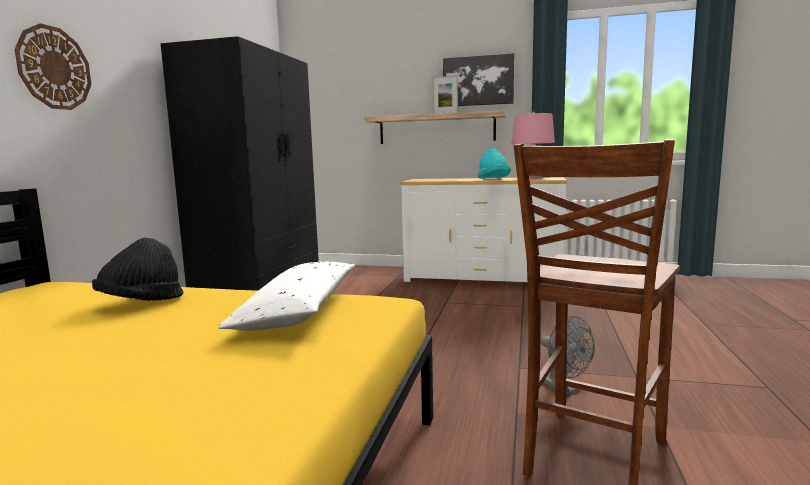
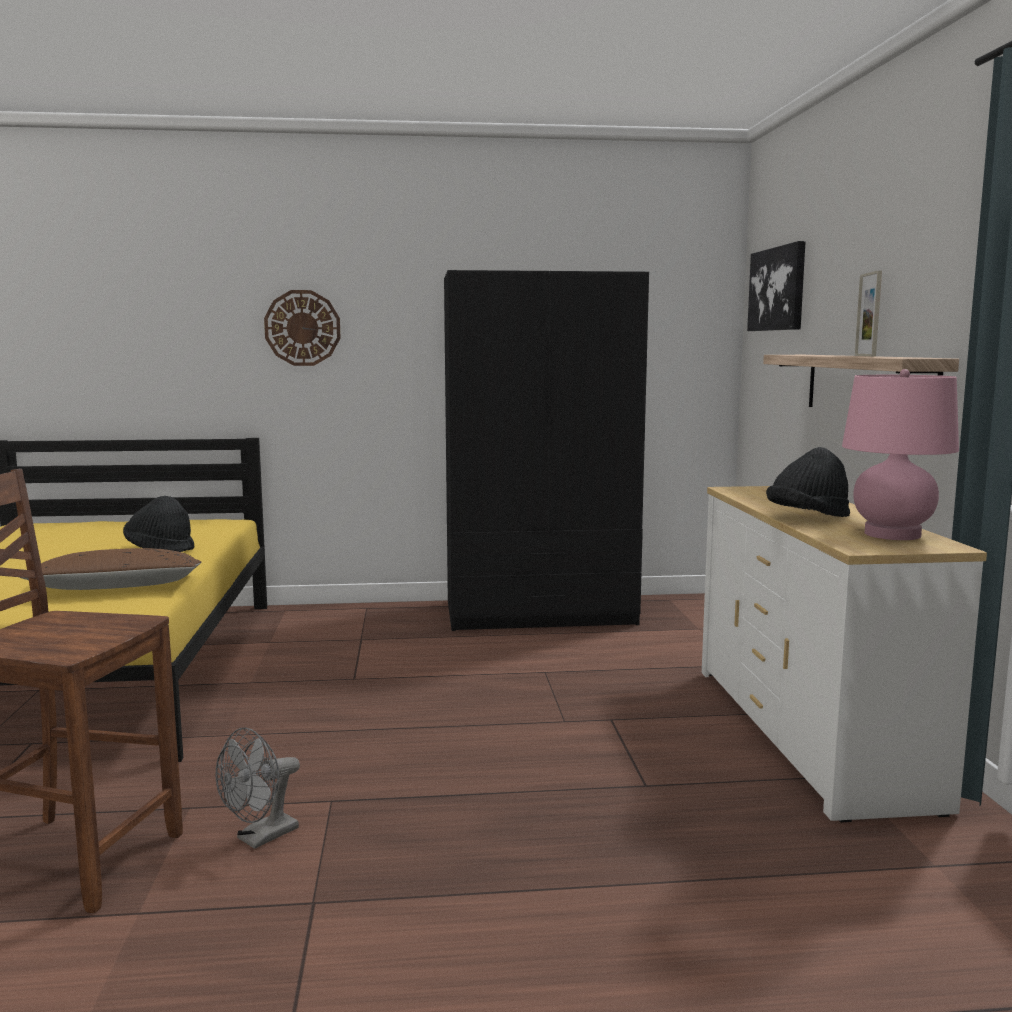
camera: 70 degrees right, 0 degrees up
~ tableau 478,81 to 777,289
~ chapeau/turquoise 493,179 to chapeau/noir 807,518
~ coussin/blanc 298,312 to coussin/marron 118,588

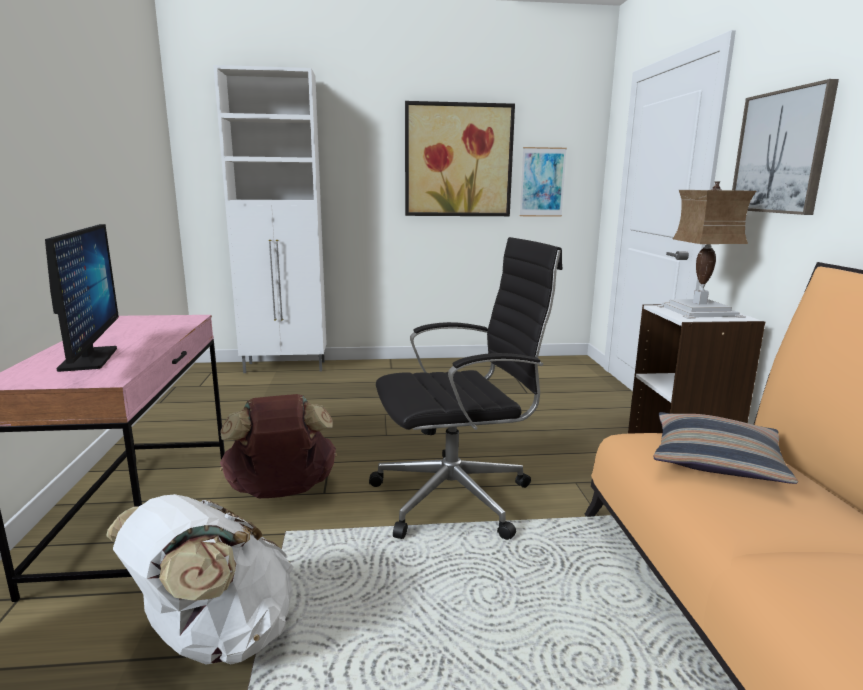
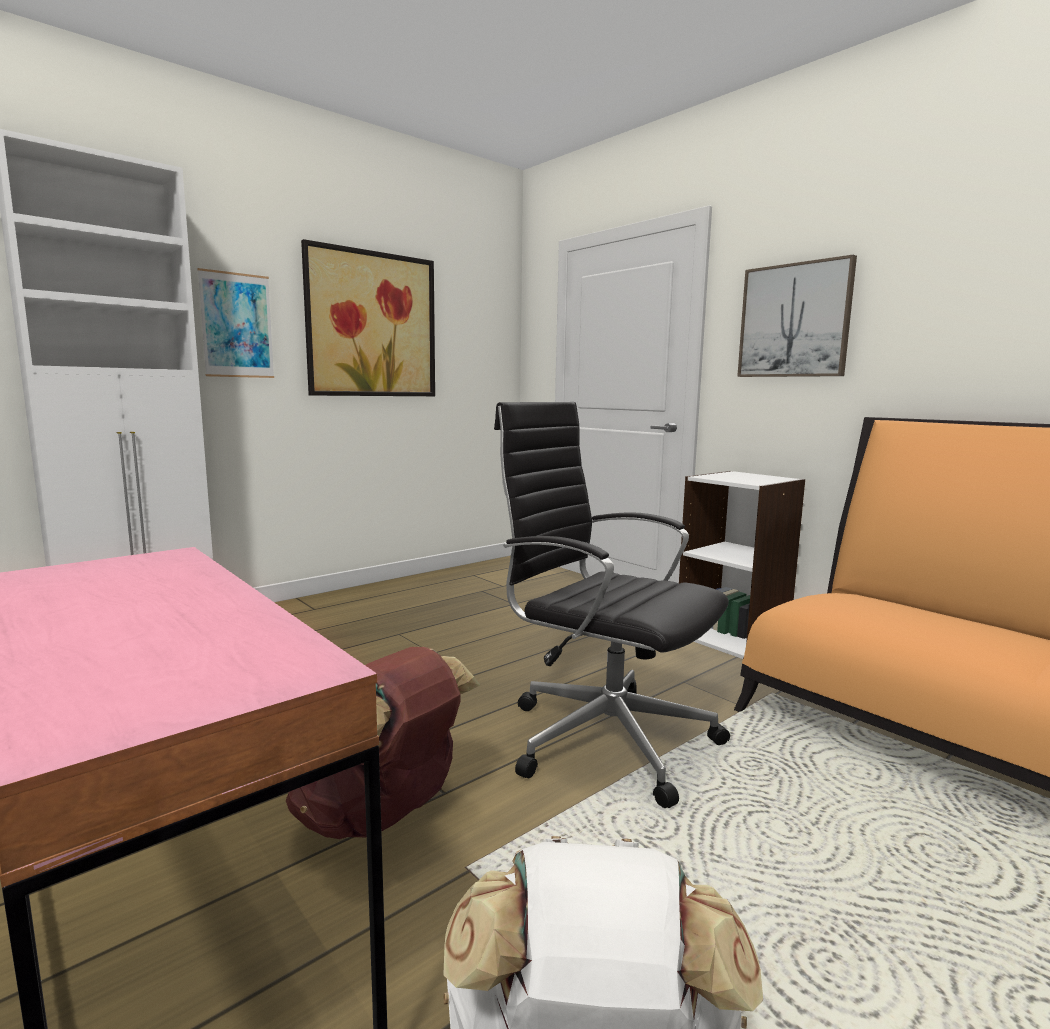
camera: 35 degrees left, 5 degrees down
~ tableau 542,182 to 237,325
- lampe de table 696,311
- écran d'ordinateur 88,359
~ chaise de bureau/noir 457,497 = 604,737 90 degrees counterclockwise
- coussin 716,460

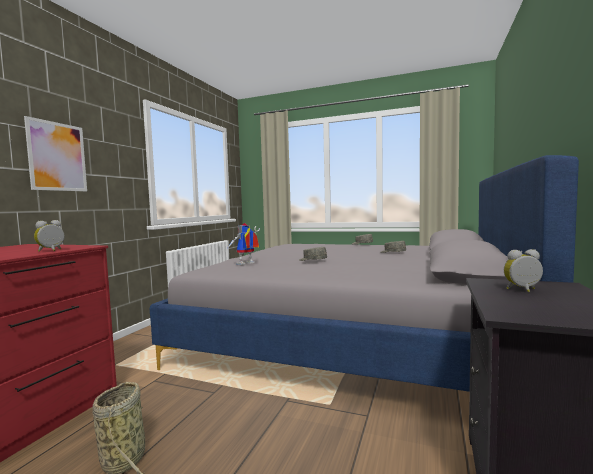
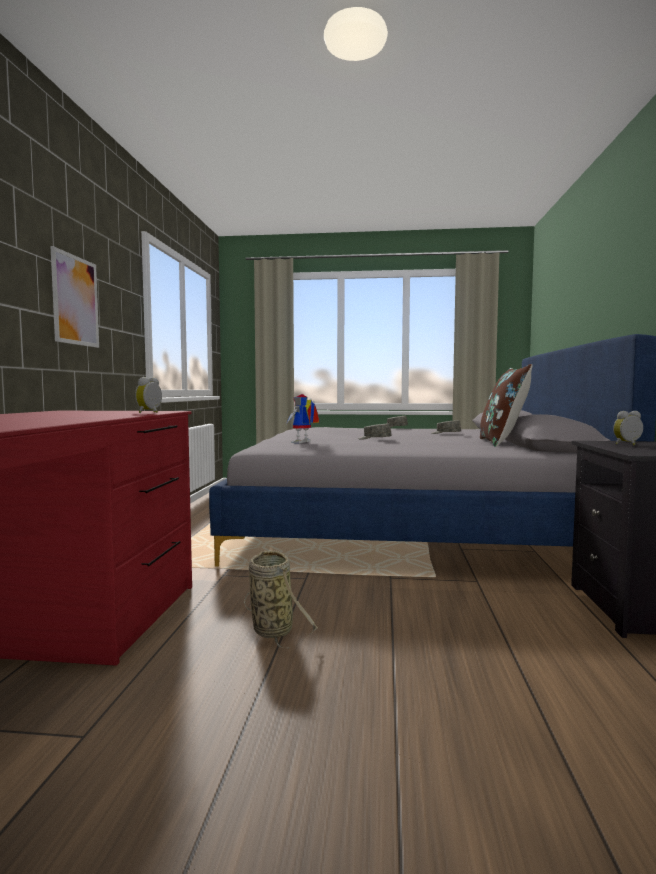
camera: 15 degrees left, 0 degrees up
+ coussin/marron 502,443

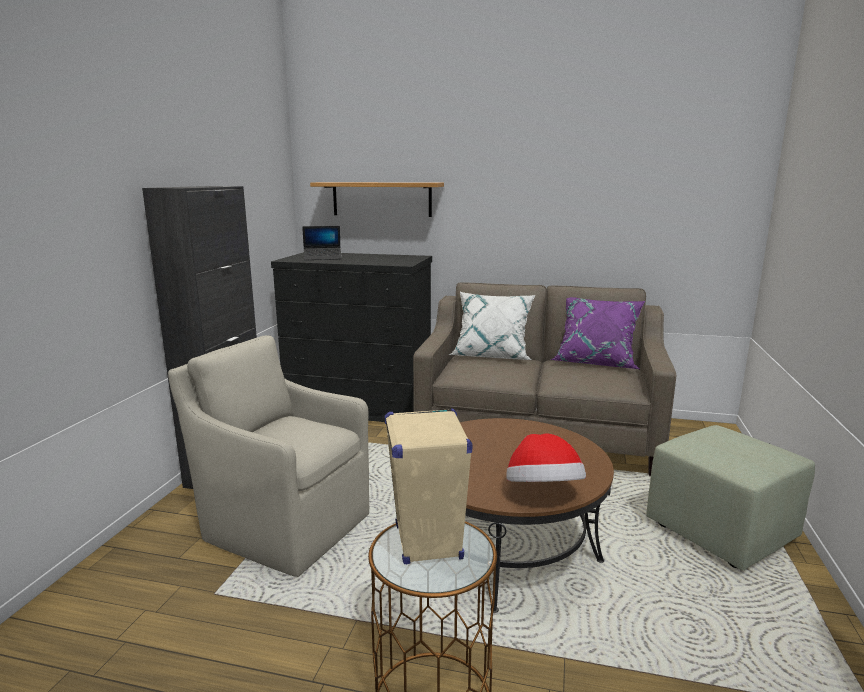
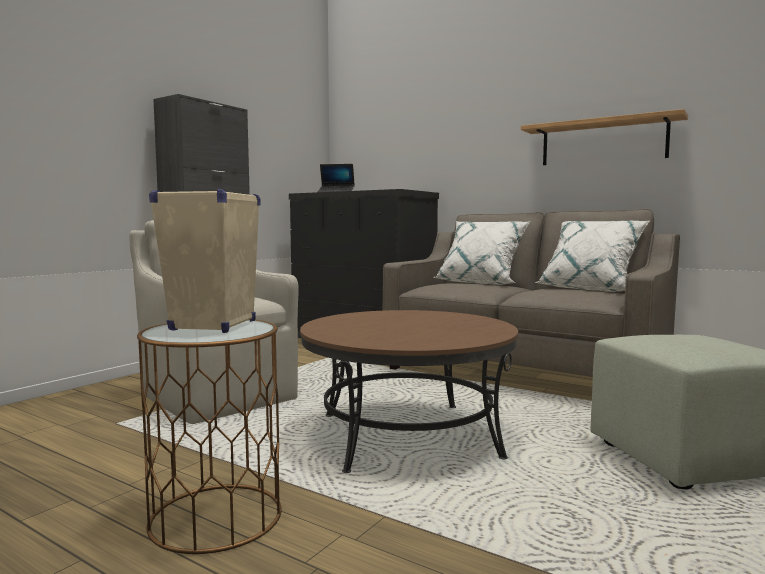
camera: 20 degrees right, 10 degrees down
~ étagère 381,199 to 603,142
~ coussin/violet 596,362 to coussin/blanc 590,289
- chapeau 543,492

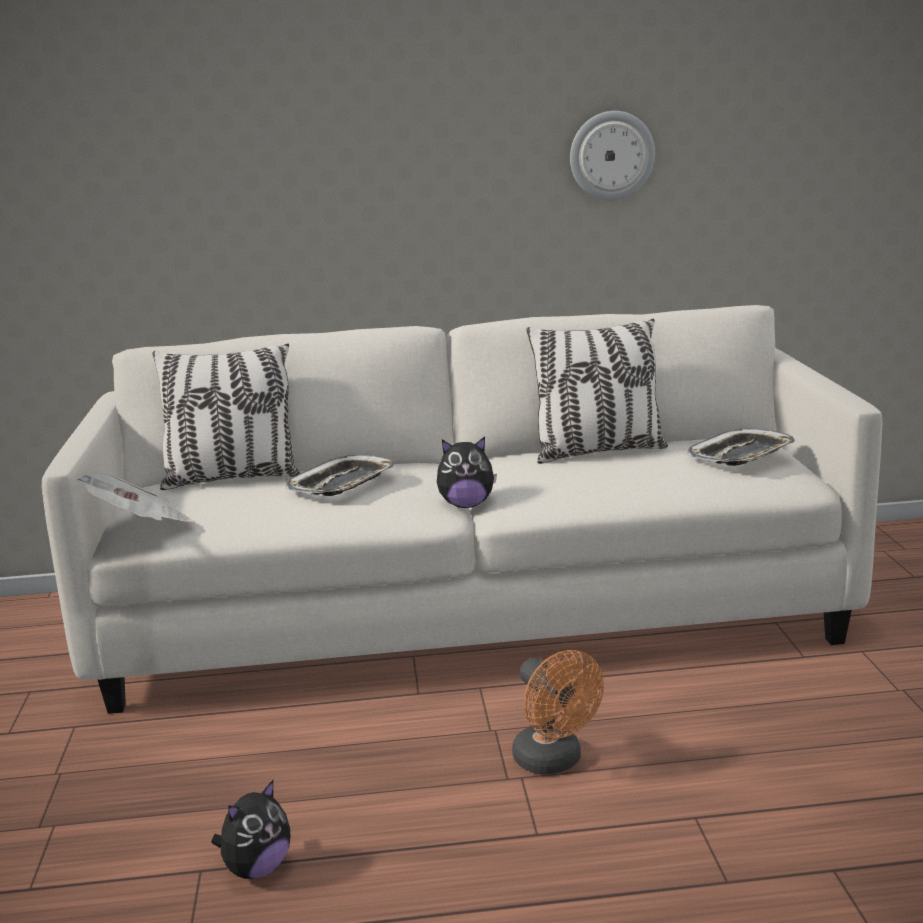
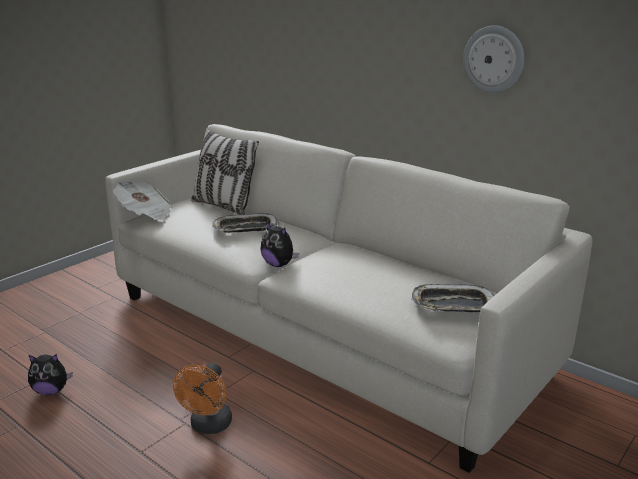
camera: 45 degrees right, 5 degrees up
- coussin 598,452

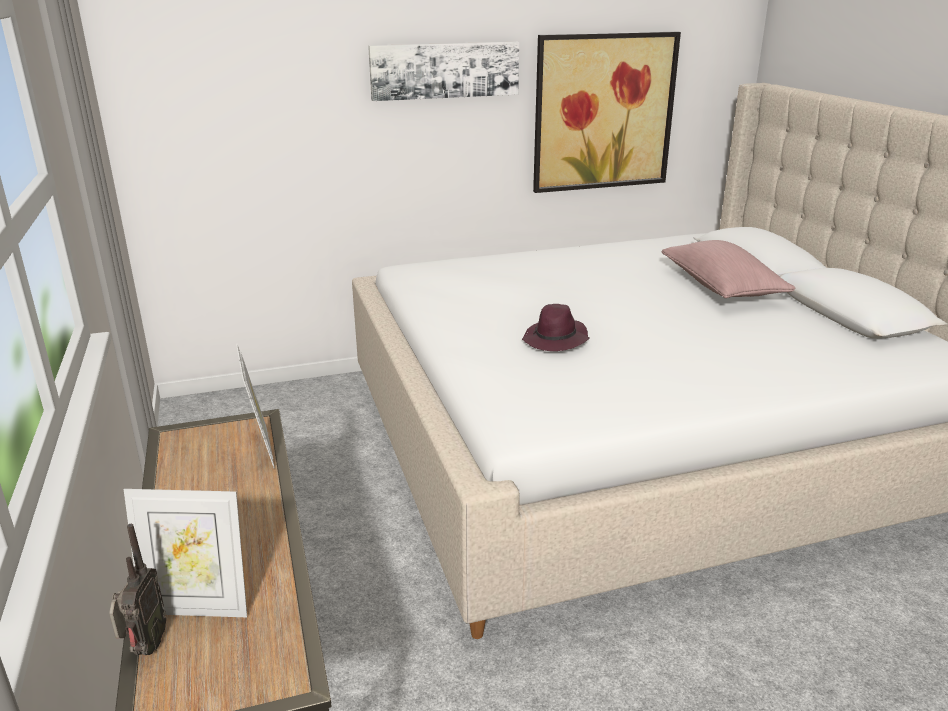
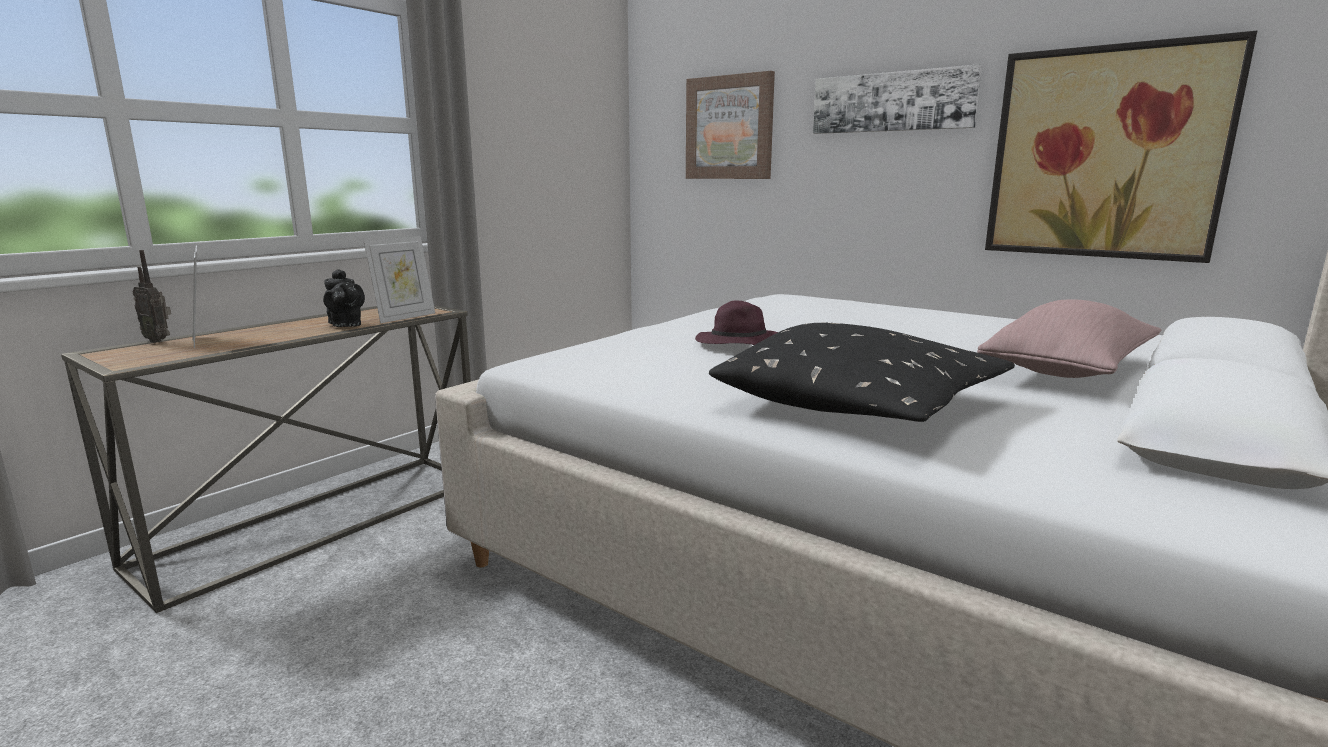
camera: 55 degrees right, 10 degrees down
~ radio 145,648 = 159,340 60 degrees clockwise
+ tableau 729,128
+ théière/noir 346,325
+ coussin/noir 862,404

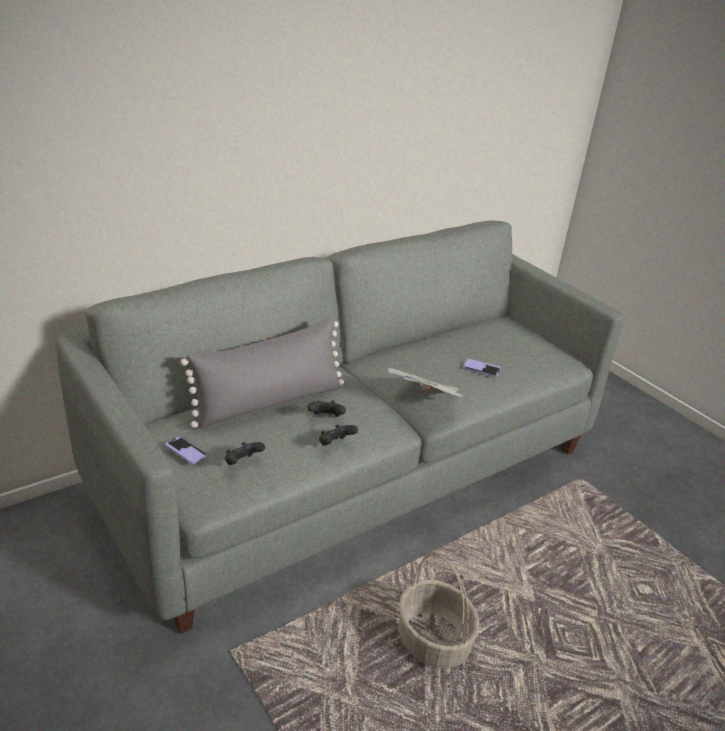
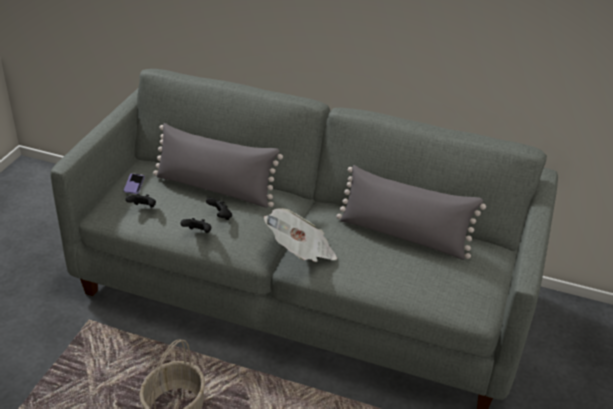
camera: 55 degrees right, 5 degrees up
- téléphone 482,369
+ coussin/gris 403,235

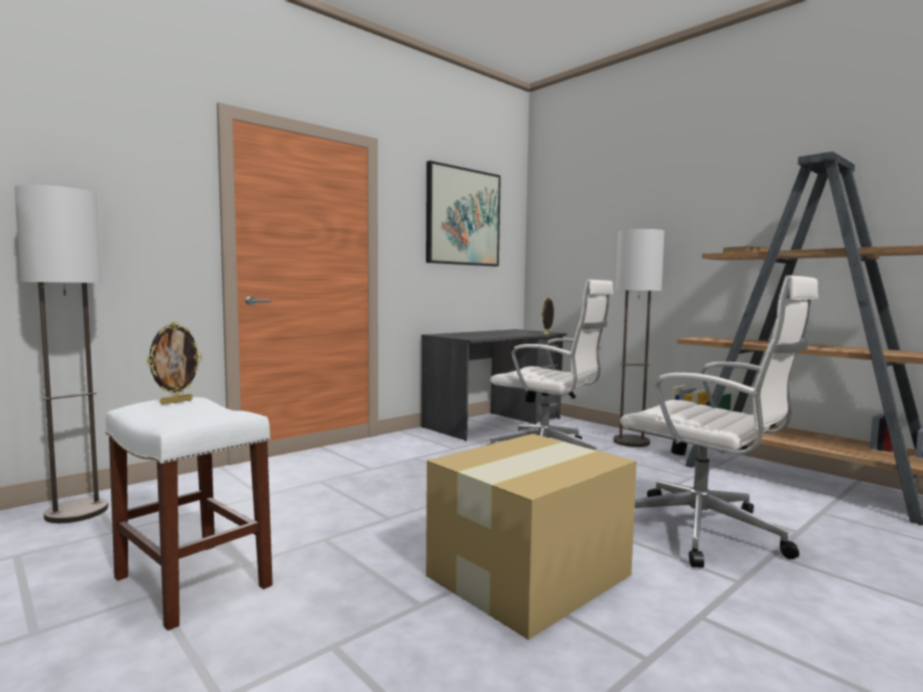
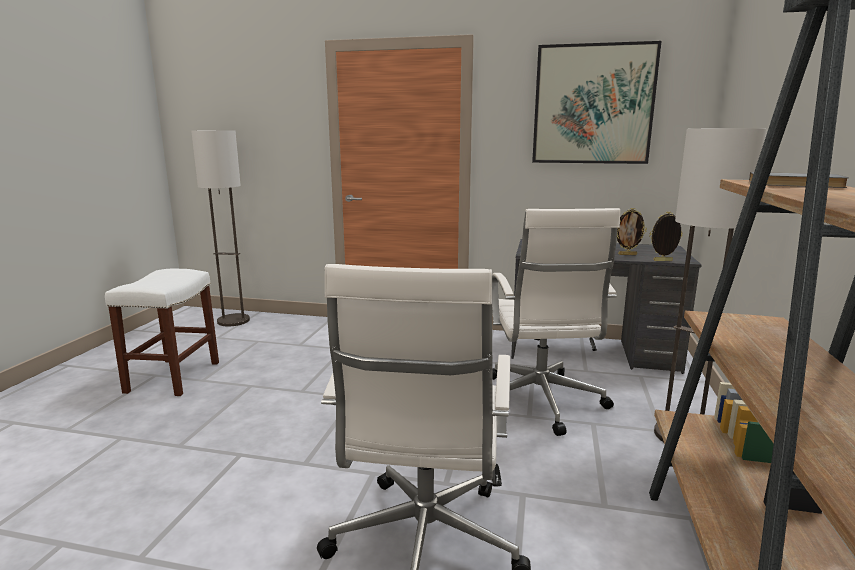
camera: 55 degrees right, 10 degrees up
~ cadre photo 176,402 to 627,254
- carton 532,575

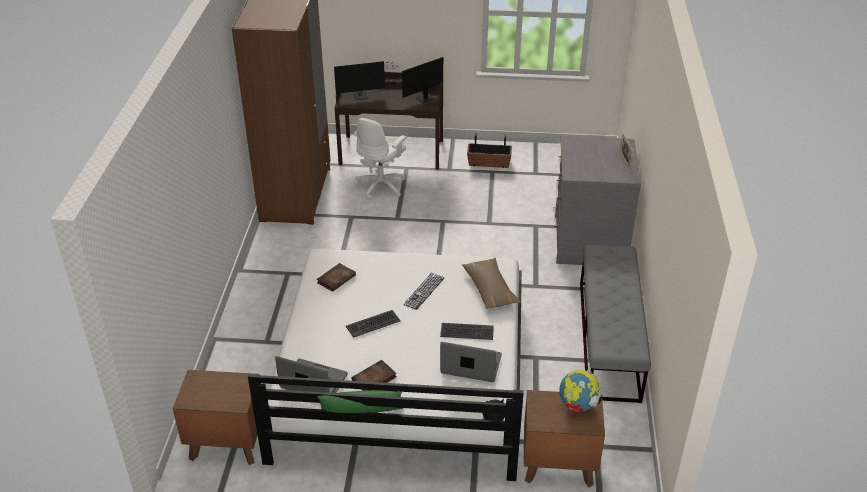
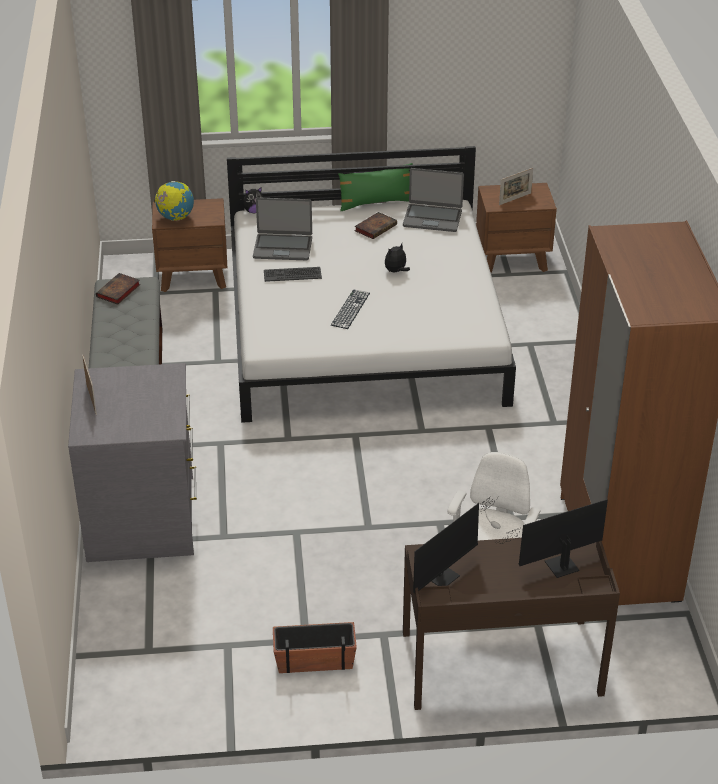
camera: 170 degrees right, 0 degrees up
- coussin/marron 490,289
~ livre 336,278 to 118,292
~ clavier 373,323 to peluche 396,271
+ cadre photo 515,199

